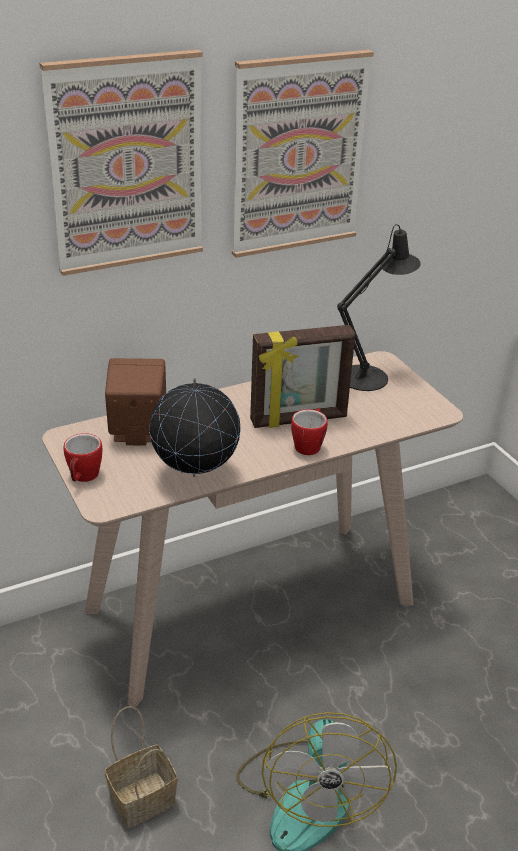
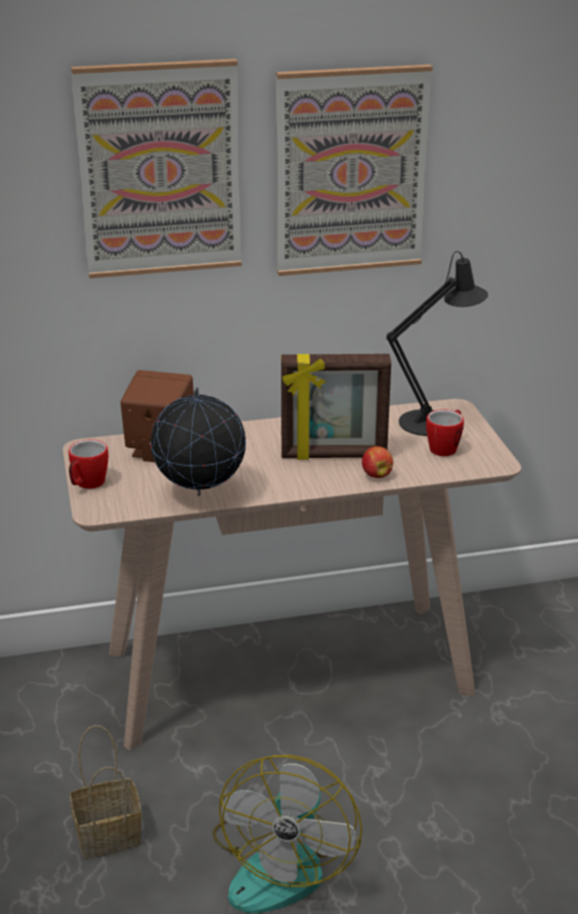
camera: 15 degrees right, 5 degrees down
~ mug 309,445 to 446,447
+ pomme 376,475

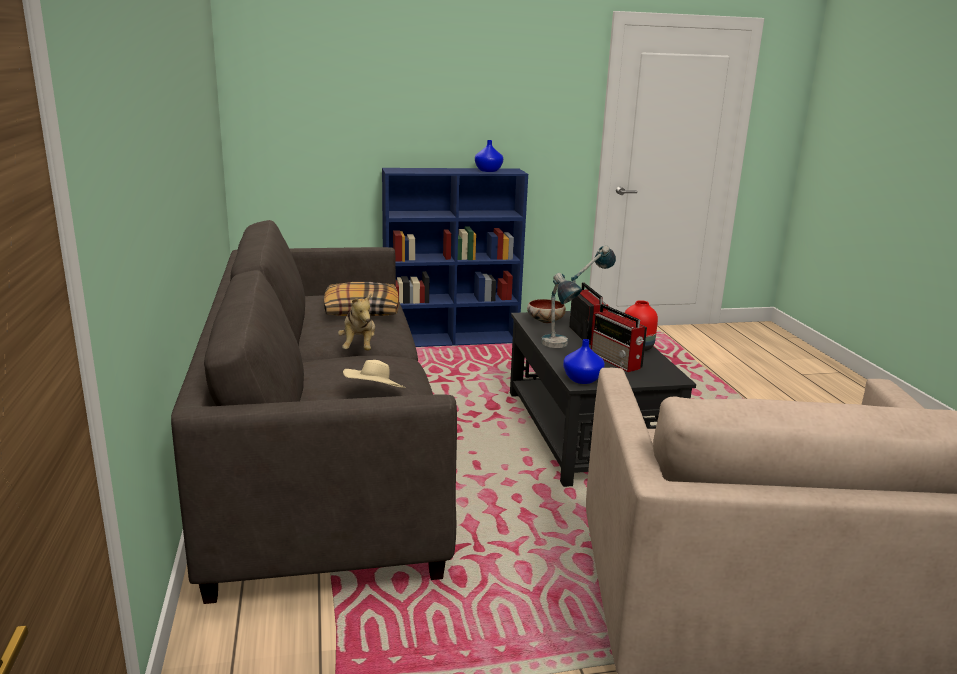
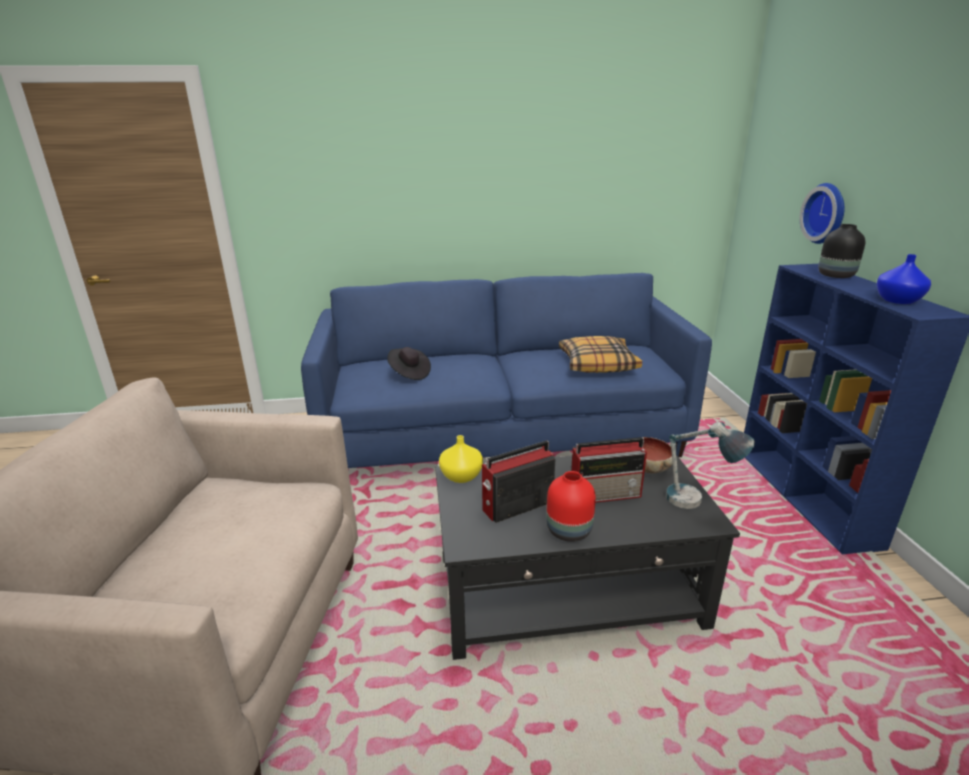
camera: 95 degrees right, 5 degrees up
~ canapé/gris 322,455 to canapé/bleu 502,435
- lampe de table 558,347
- peluche 359,348
~ vase/bleu 583,379 to vase/jaune 461,476
~ chapeau/beige 374,394 to chapeau/noir 409,373
+ horloge murale 826,213
+ vase/noir 837,276

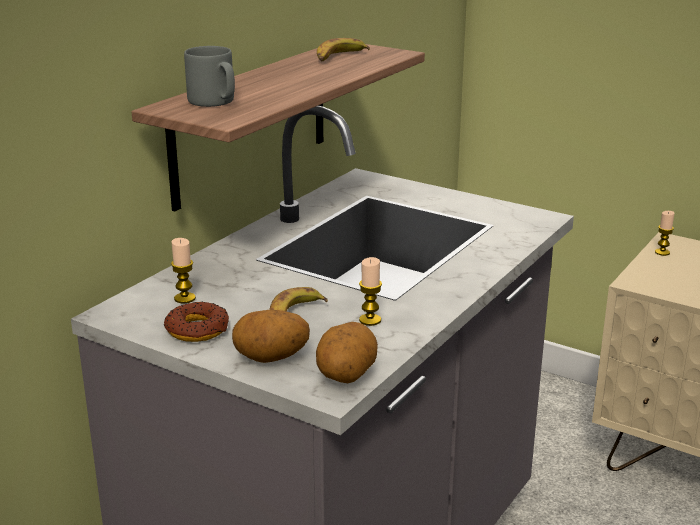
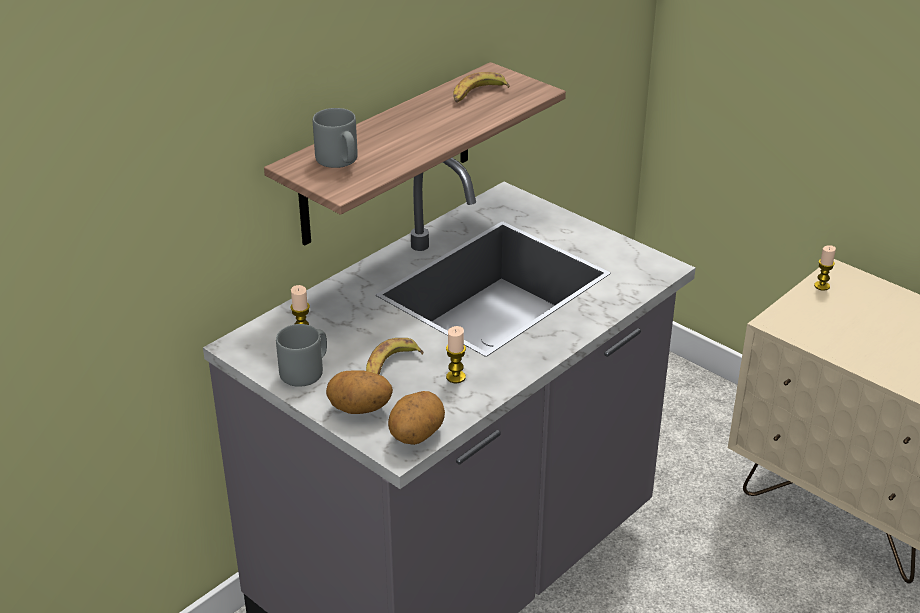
camera: 10 degrees right, 10 degrees up
~ beignet 197,329 to mug/gris 306,371

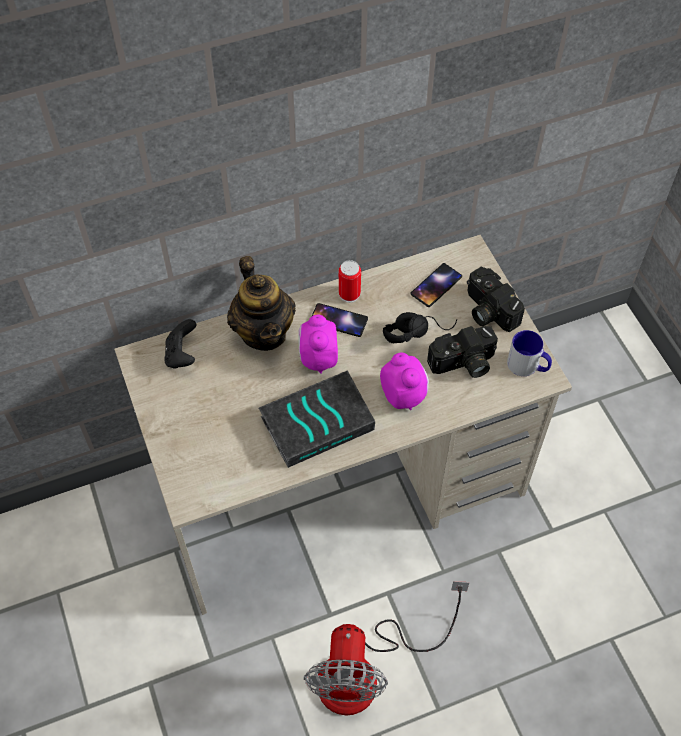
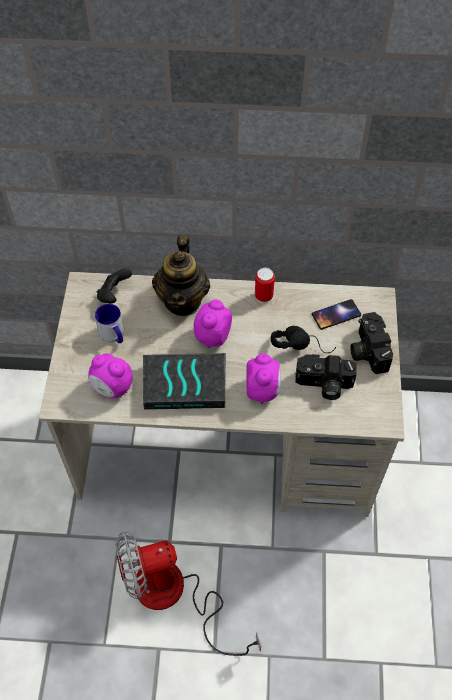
camera: 25 degrees right, 0 degrees up
- téléphone 338,320
~ mug 528,366 to 114,335
~ ventilateur 366,671 = 174,596 45 degrees clockwise
+ réveil 112,388

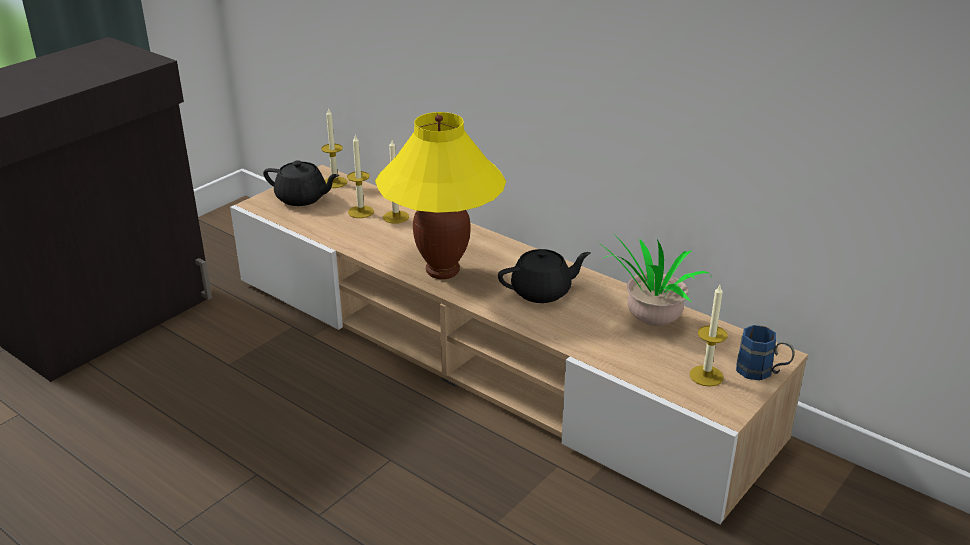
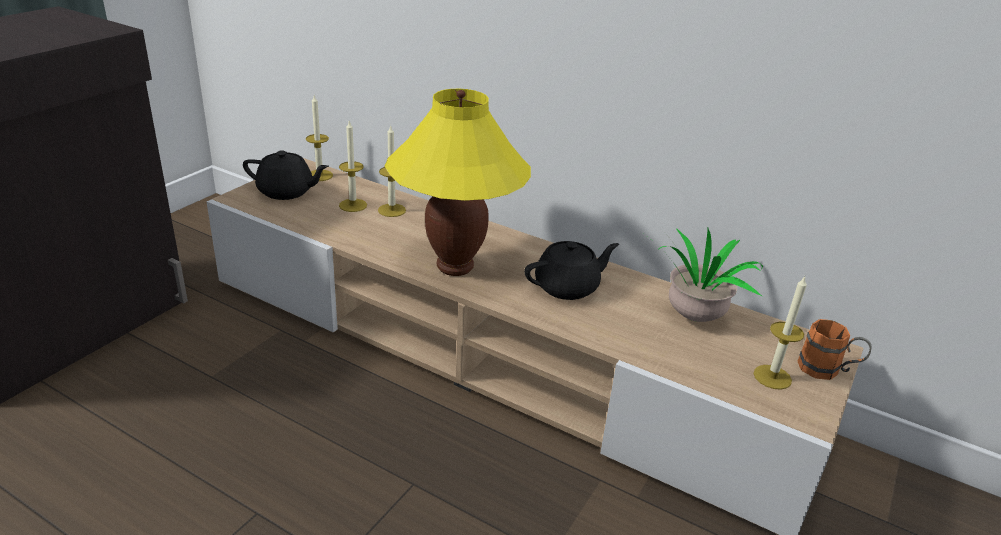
camera: 10 degrees left, 0 degrees up
~ mug/bleu 762,372 to mug/orange 827,370

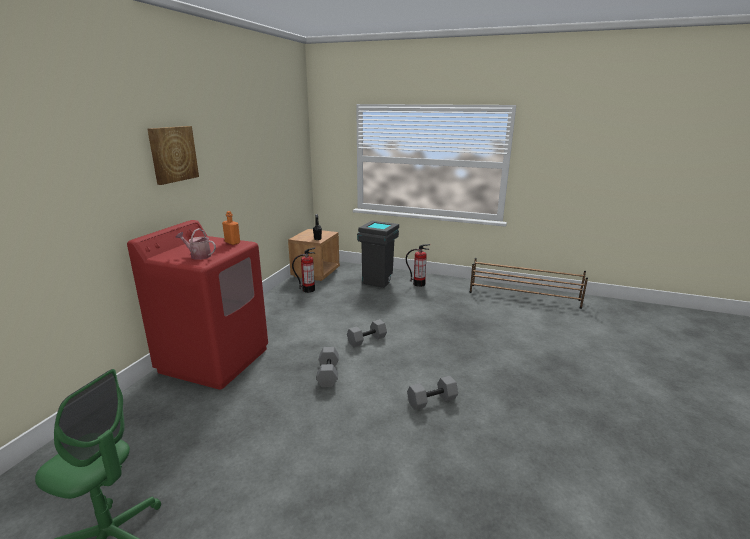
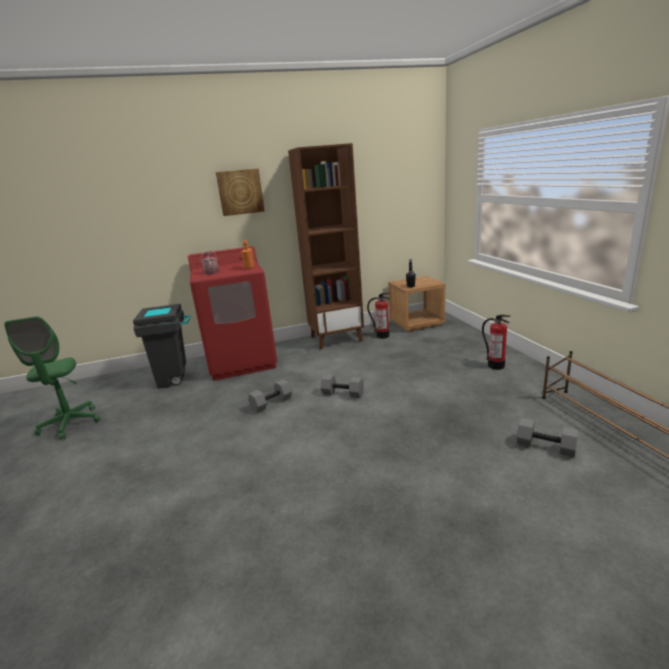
camera: 55 degrees right, 0 degrees up
~ poubelle/gris 378,281 to 176,379
~ haltère/gris 432,400 to 546,446
+ bibliothèque/marron 336,338

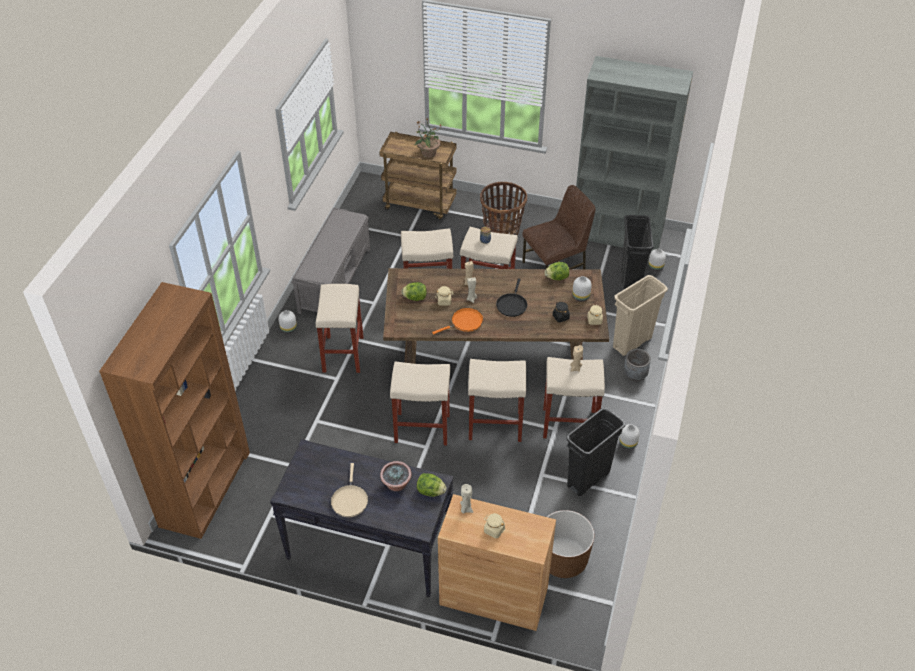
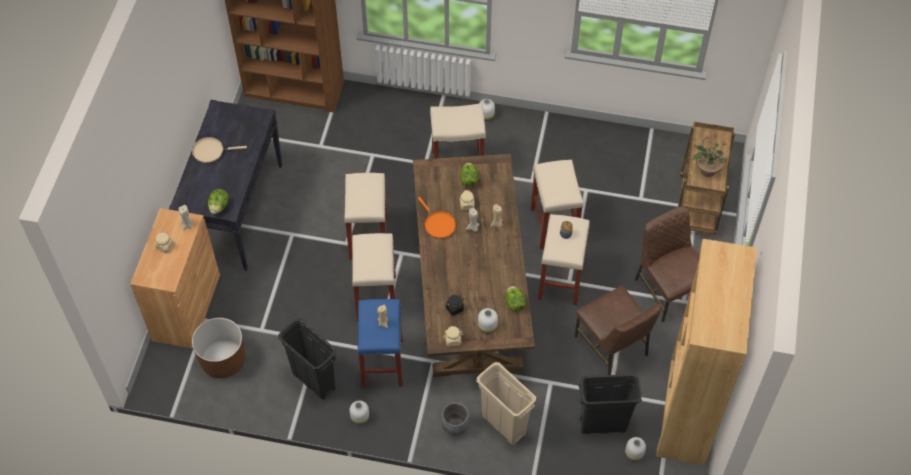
camera: 85 degrees right, 10 degrees up
~ bibliothèque/gris 617,234 to bibliothèque/marron 686,412
~ panier 502,230 to chaise/marron 668,289
- banc/gris 335,279
- poêle/noir 512,305
~ tabouret/beige 568,424 to tabouret/bleu 382,362
- plante en pot 396,485

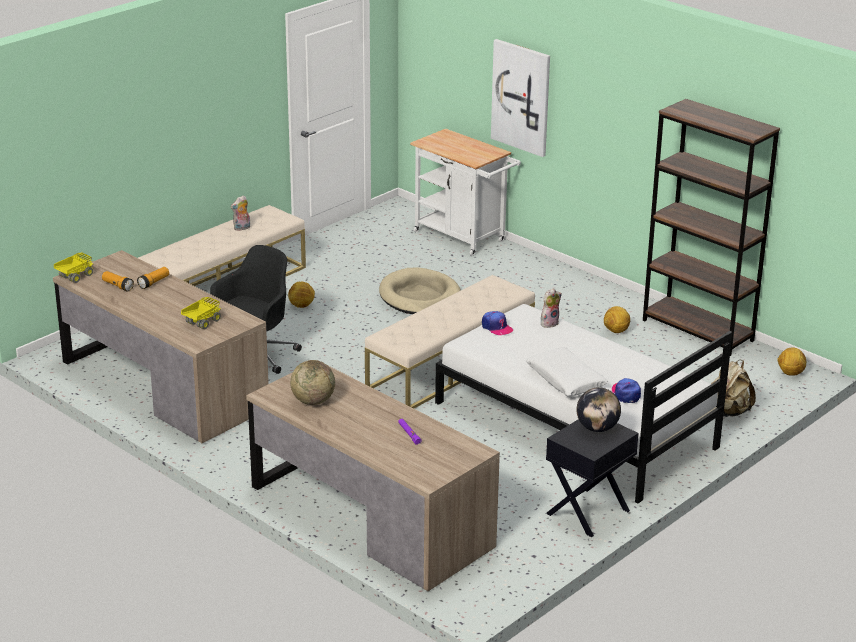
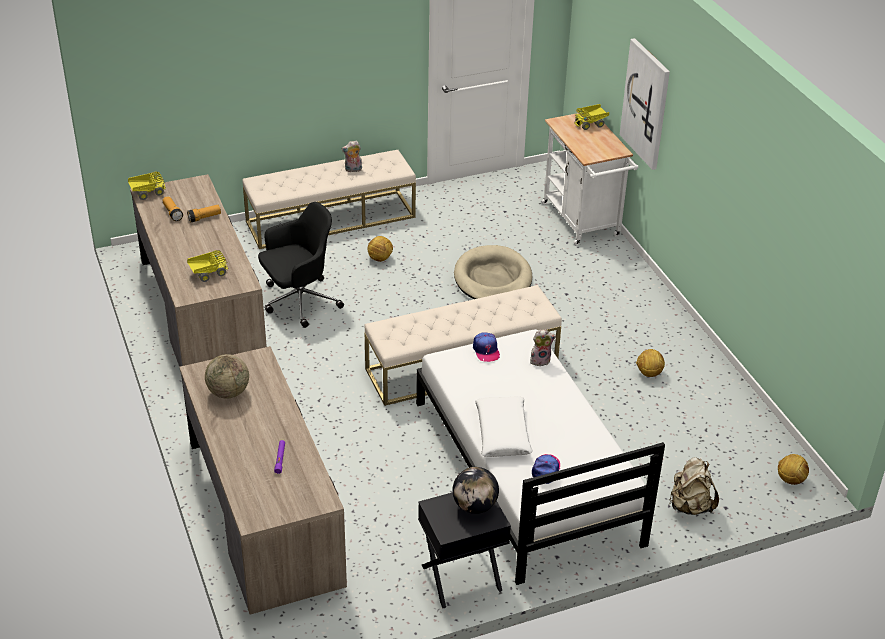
camera: 25 degrees right, 10 degrees up
- bibliothèque/marron 698,330
+ camion jouet 591,124

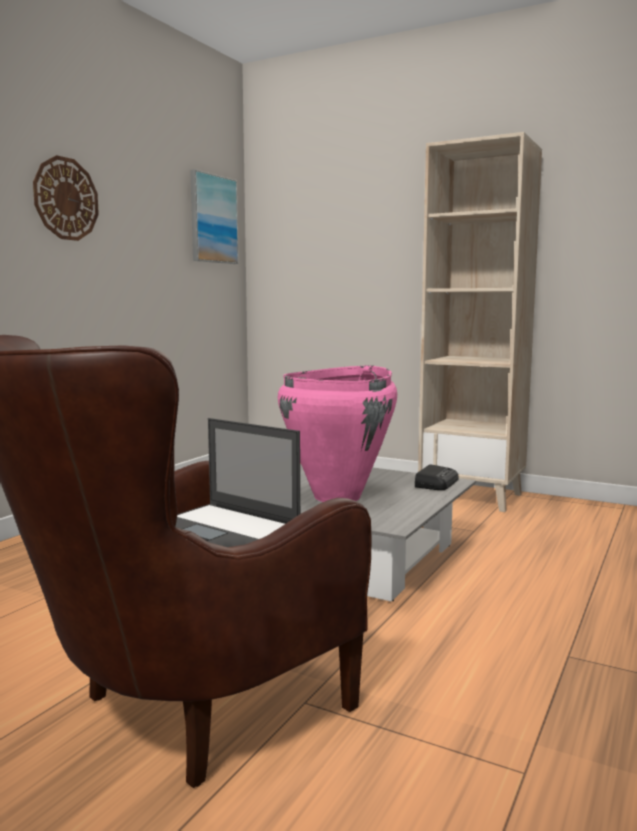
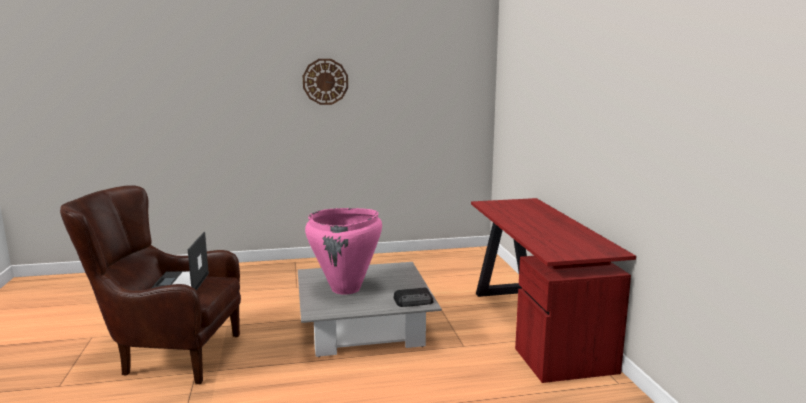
camera: 50 degrees right, 5 degrees up
~ bibliothèque/beige 473,497 to bureau/rouge 535,326
- tableau 213,219

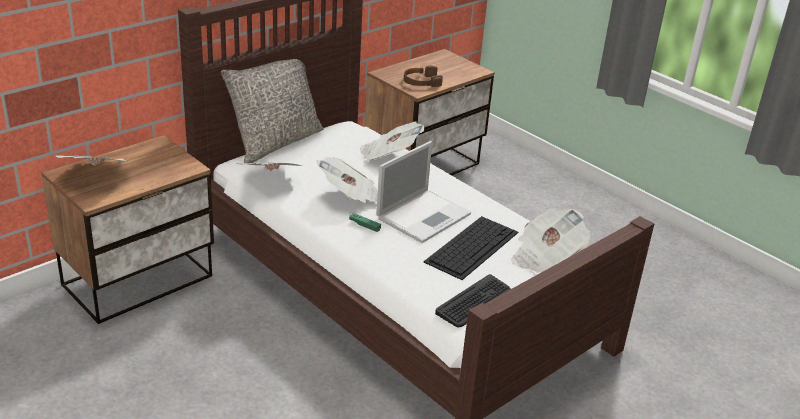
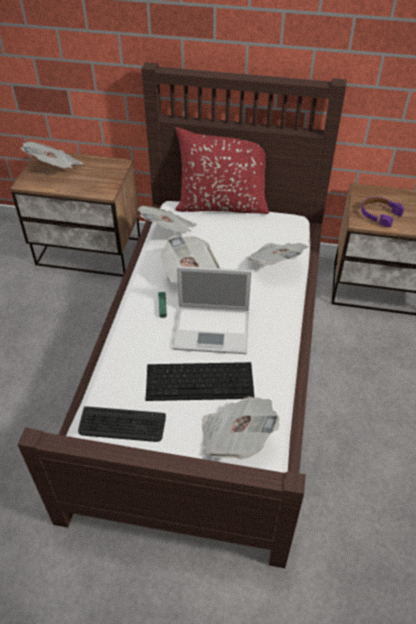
camera: 55 degrees right, 15 degrees up
~ coussin/gris 275,142 to coussin/rouge 222,205
~ casque audio/marron 421,82 to casque audio/violet 379,214

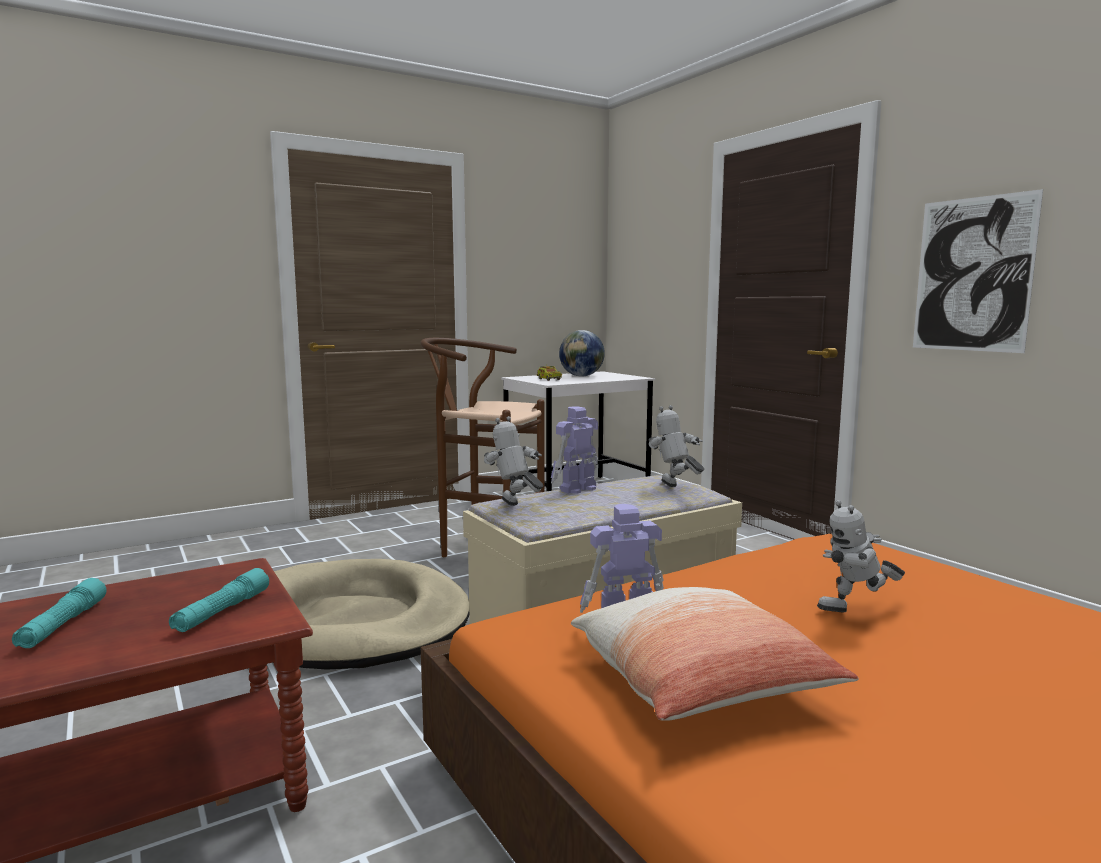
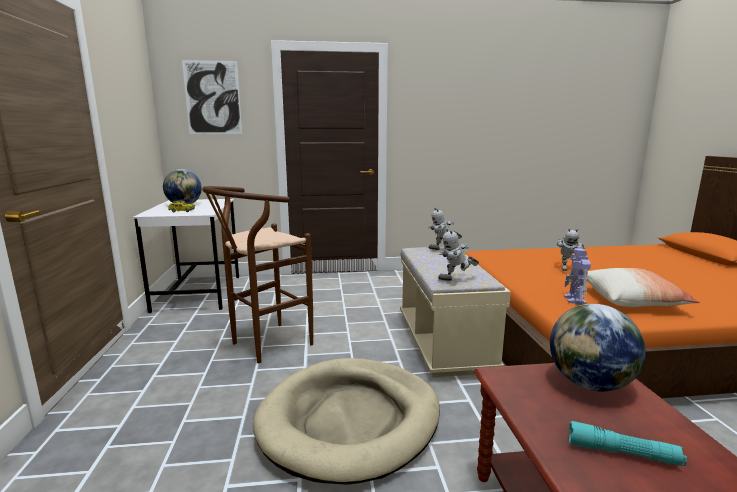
camera: 65 degrees left, 5 degrees up
~ tableau 972,274 to 213,98
- robot jouet 576,489
~ lampe de poche/turquoise 222,612 to globe 590,384

